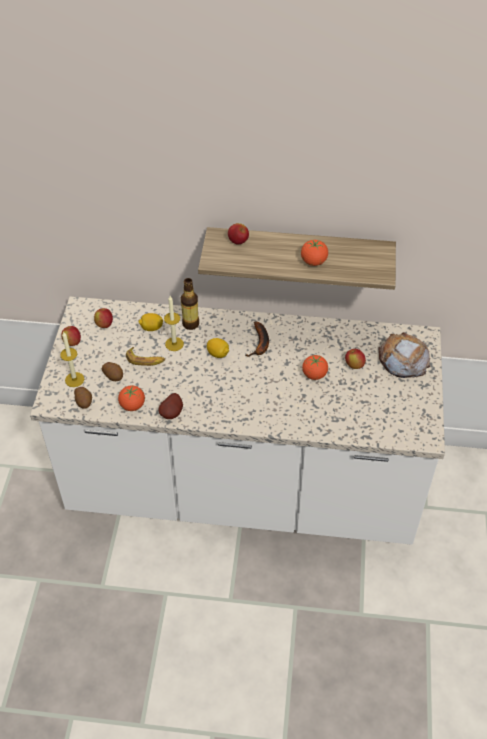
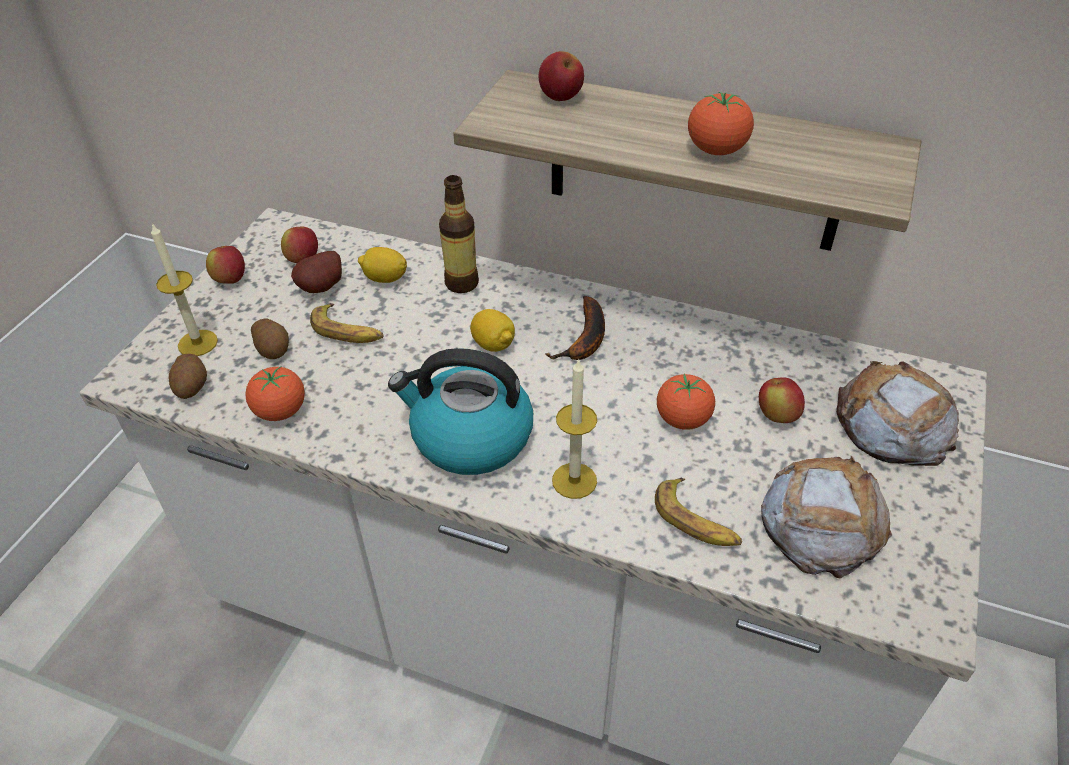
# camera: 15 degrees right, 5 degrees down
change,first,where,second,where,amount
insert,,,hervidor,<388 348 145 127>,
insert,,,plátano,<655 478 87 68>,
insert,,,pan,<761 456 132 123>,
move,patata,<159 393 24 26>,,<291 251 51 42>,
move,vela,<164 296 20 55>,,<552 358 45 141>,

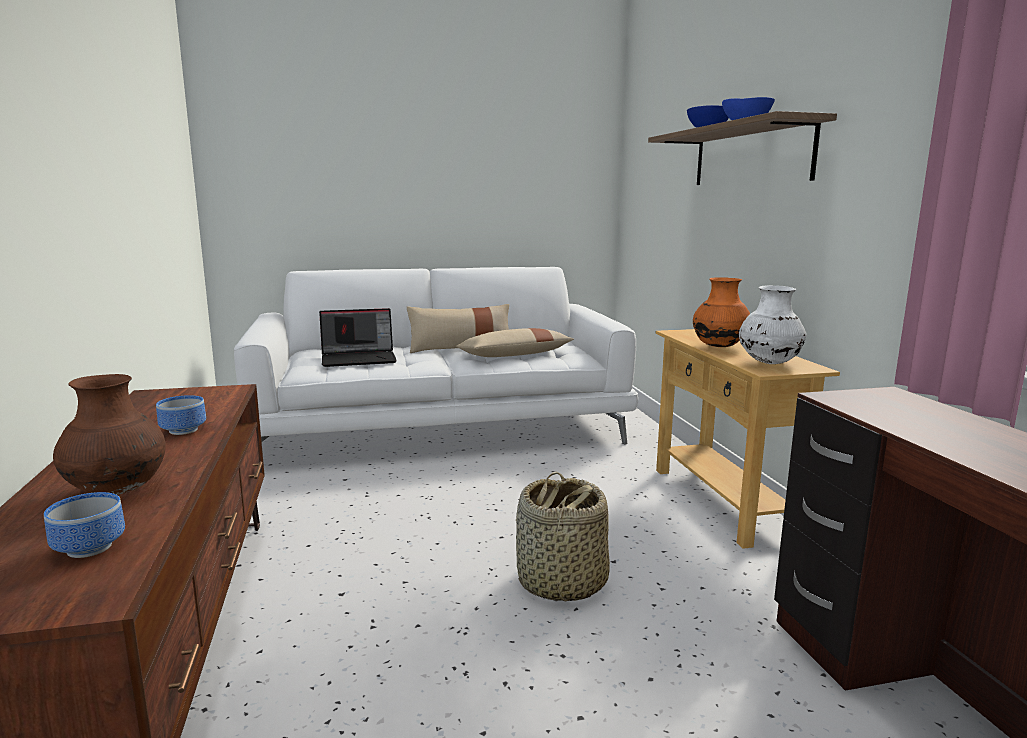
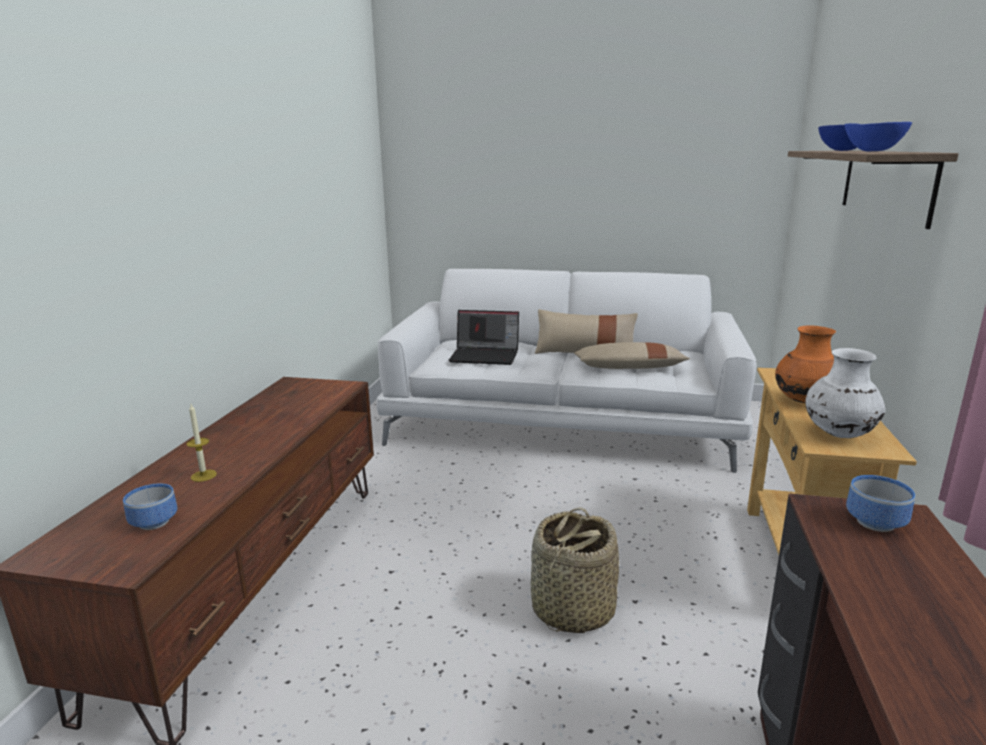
# camera: 25 degrees right, 5 degrees up
change,first,where,second,where,amount
move,cuenco,<156 395 50 40>,,<846 475 69 57>,
replace,florero [marrón],<53 374 113 121>,vela,<186 404 31 78>,

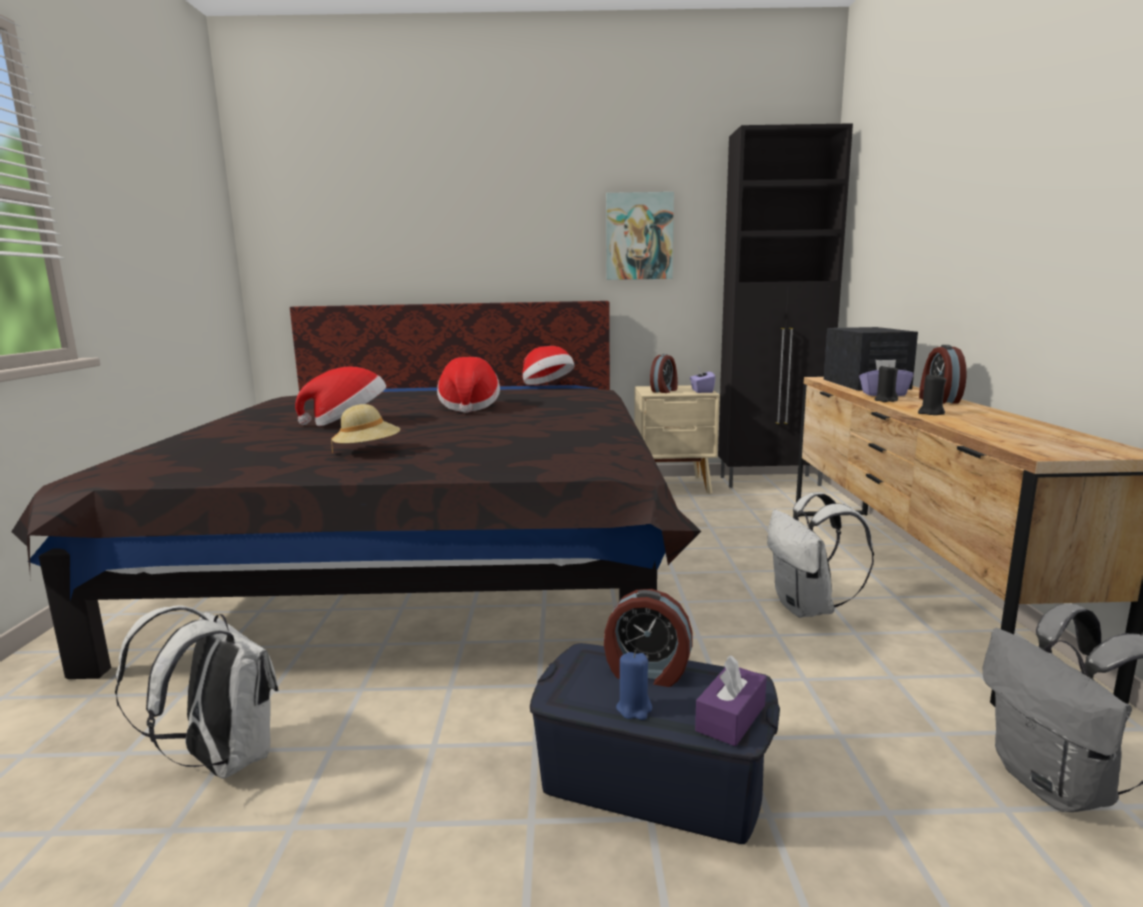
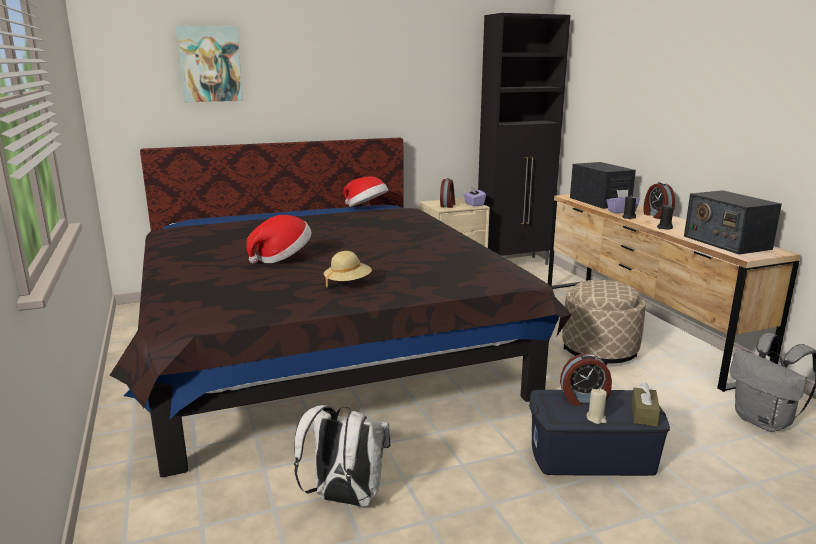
# camera: 20 degrees left, 5 degrees up
change,first,where,second,where,amount
delete,sombrero,<437 357 63 56>,,,
insert,,,radio,<684 190 98 65>,
move,cuadro,<606 192 68 88>,,<176 25 67 77>,
replace,mochila [blanco],<767 492 107 126>,puf [beis],<562 280 84 85>,
recolor,vela [azul],<616 652 36 68>,vela [beis],<587 388 20 36>,
recolor,caja de pañuelos [morado],<695 655 72 91>,caja de pañuelos [marrón],<632 382 28 44>,

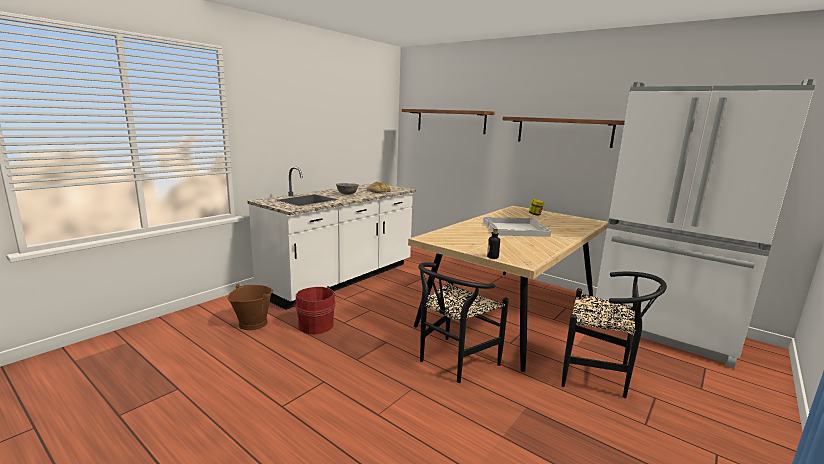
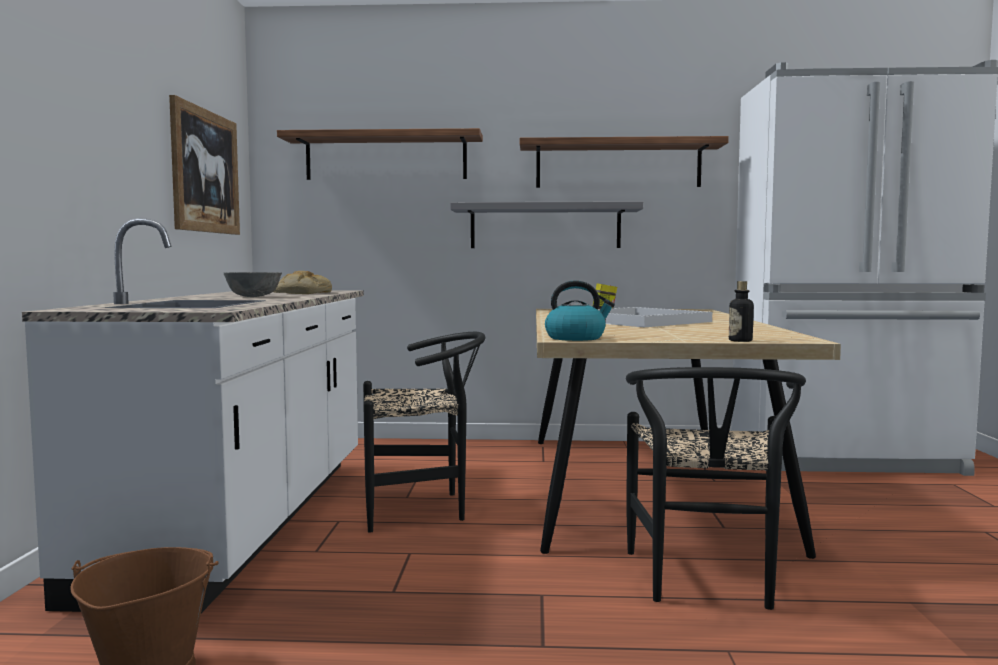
# camera: 35 degrees left, 10 degrees down
change,first,where,second,where,amount
delete,cubo [rojo],<292 286 43 49>,,,
insert,,,cuadro,<169 95 71 140>,
insert,,,estante [gris],<450 201 193 47>,
insert,,,hervidor,<545 281 70 60>,
move,silla [negro],<561 272 106 126>,,<363 332 122 201>,

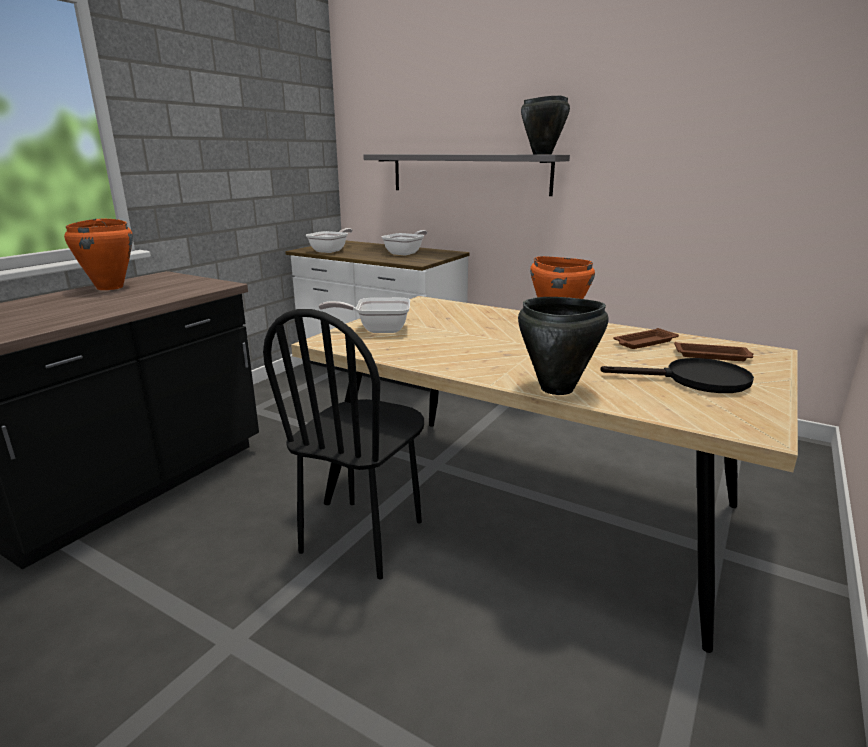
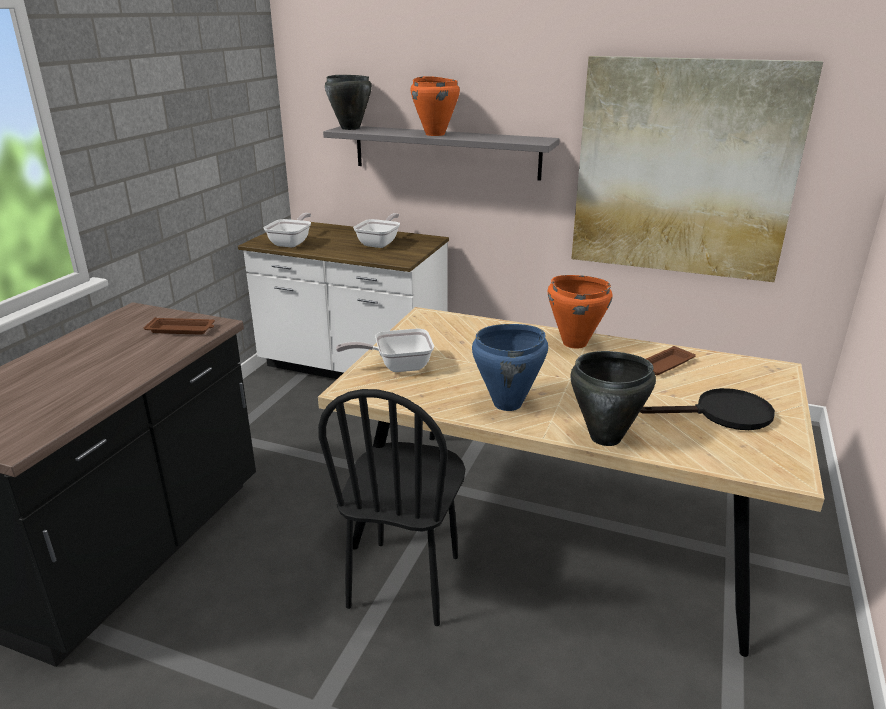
# camera: 10 degrees left, 5 degrees up
change,first,where,second,where,amount
insert,,,olla [azul],<472 324 76 87>,
insert,,,cuadro,<571 56 252 226>,
move,olla [naranja],<64 219 69 71>,,<411 76 49 60>,
move,olla [negro],<521 96 49 58>,,<325 75 47 55>,
move,bandeja [marrón],<674 342 80 19>,,<144 317 71 17>,

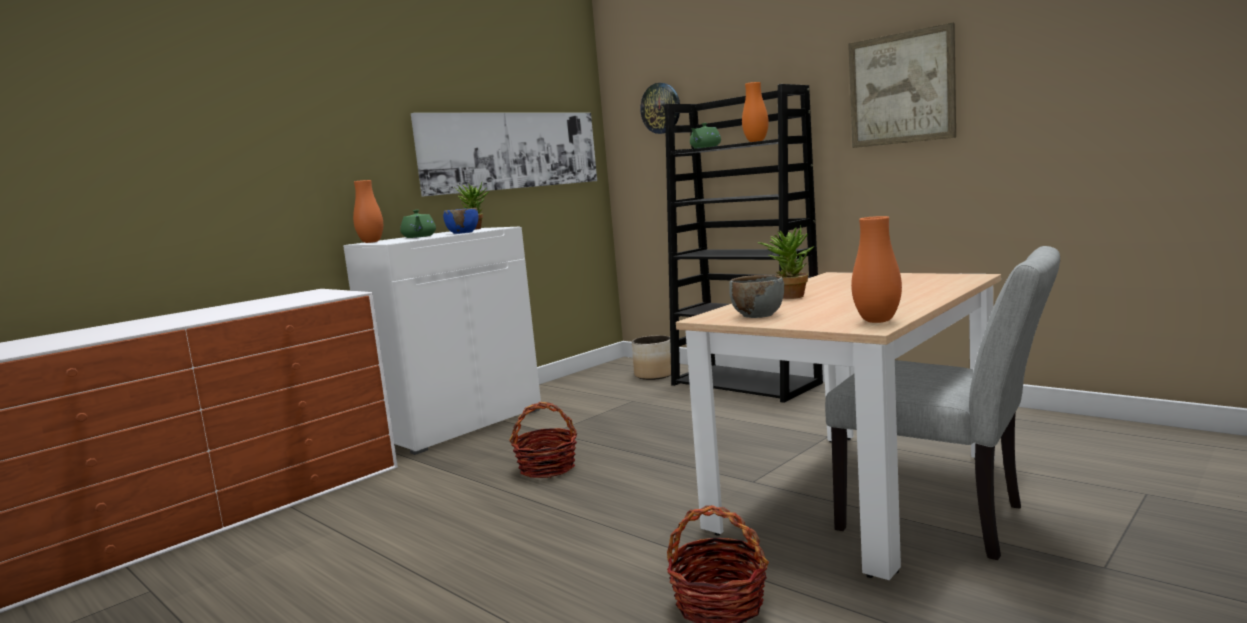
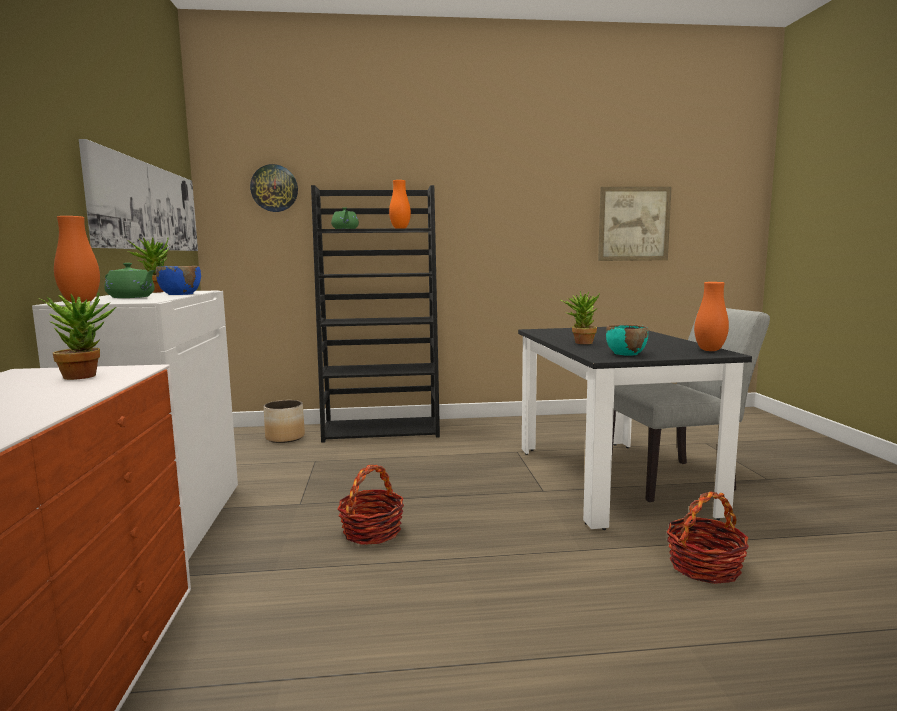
# camera: 50 degrees left, 0 degrees up
change,first,where,second,where,amount
insert,,,planta en maceta,<38 292 78 88>,
move,cuadro,<848 23 108 125>,,<598 187 74 74>,
recolor,mesa de comedor [beis],<676 272 325 308>,mesa de comedor [negro],<518 327 234 203>,
recolor,cuenco [gris],<729 275 55 43>,cuenco [turquesa],<606 324 42 32>,

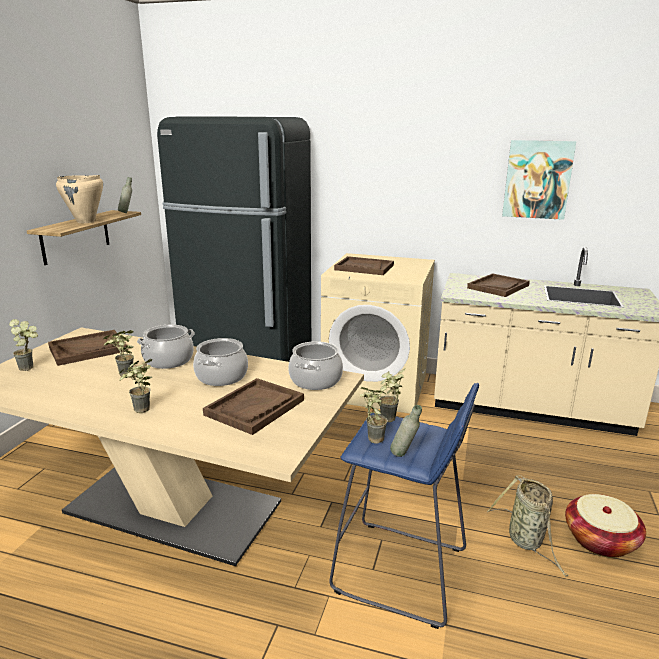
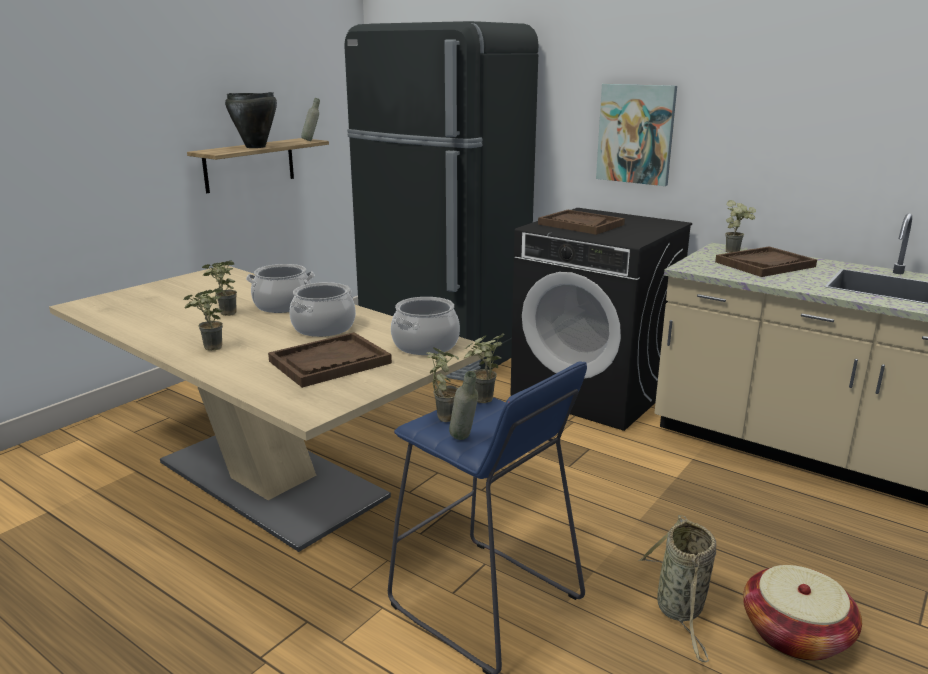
# camera: 20 degrees right, 0 degrees up
change,first,where,second,where,amount
delete,bandeja [marrón],<48 330 80 36>,,,
move,planta en maceta,<9 319 29 52>,,<725 200 31 53>,
move,cuadro,<502 140 74 80>,,<596 84 81 102>,
recolor,olla [beis],<56 175 47 48>,olla [negro],<225 92 52 56>,
recolor,lavadora [beis],<321 253 114 161>,lavadora [negro],<510 208 182 223>,

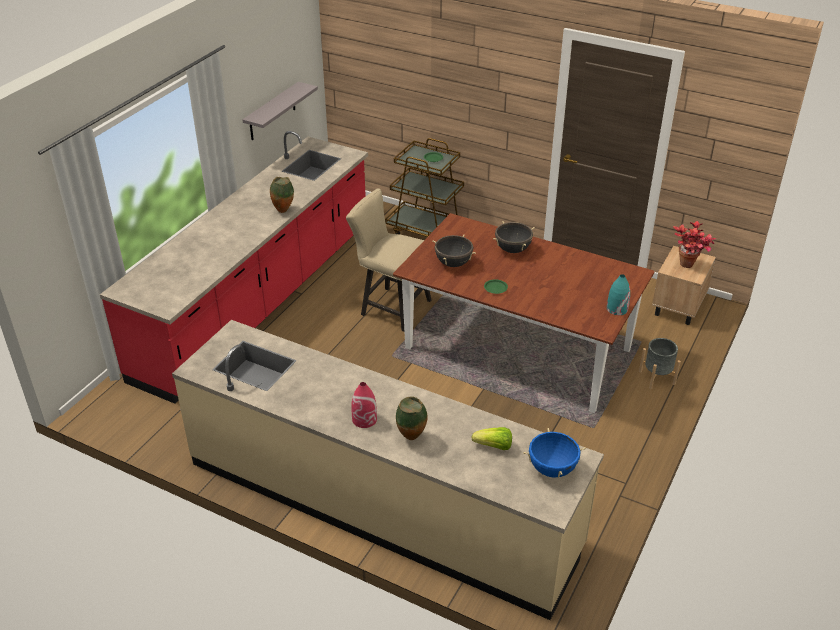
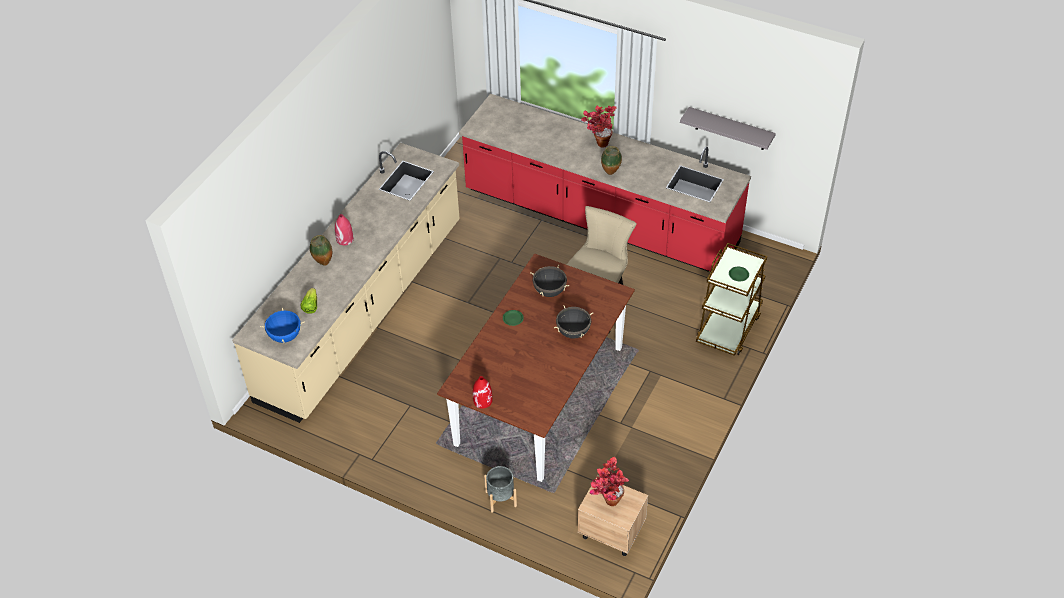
# camera: 90 degrees right, 10 degrees up
change,first,where,second,where,amount
insert,,,planta en maceta,<581 106 36 42>,
recolor,florero [turquesa],<607 274 23 41>,florero [rojo],<473 376 19 32>,

